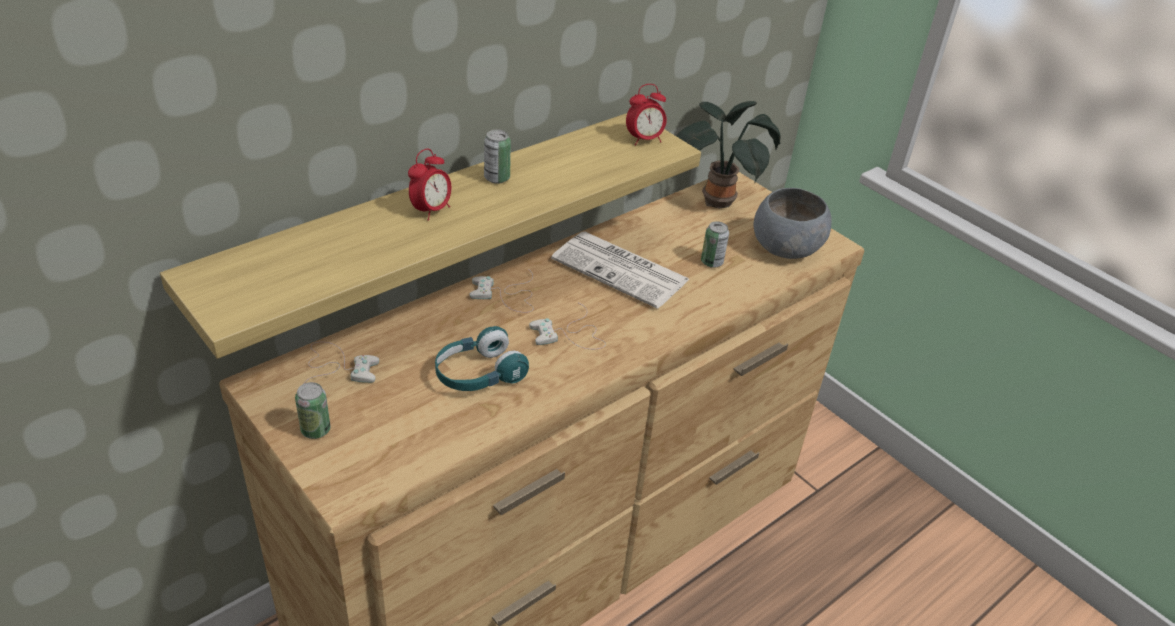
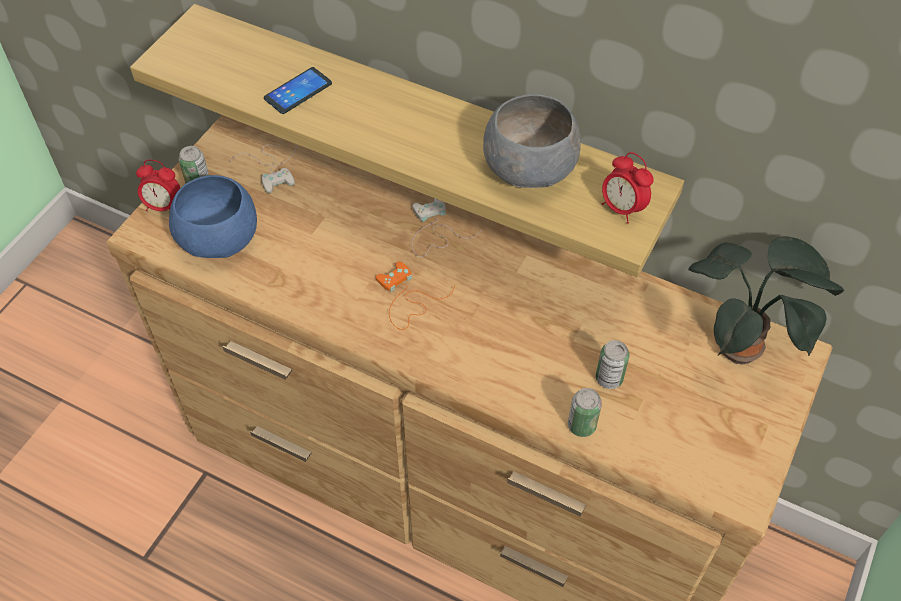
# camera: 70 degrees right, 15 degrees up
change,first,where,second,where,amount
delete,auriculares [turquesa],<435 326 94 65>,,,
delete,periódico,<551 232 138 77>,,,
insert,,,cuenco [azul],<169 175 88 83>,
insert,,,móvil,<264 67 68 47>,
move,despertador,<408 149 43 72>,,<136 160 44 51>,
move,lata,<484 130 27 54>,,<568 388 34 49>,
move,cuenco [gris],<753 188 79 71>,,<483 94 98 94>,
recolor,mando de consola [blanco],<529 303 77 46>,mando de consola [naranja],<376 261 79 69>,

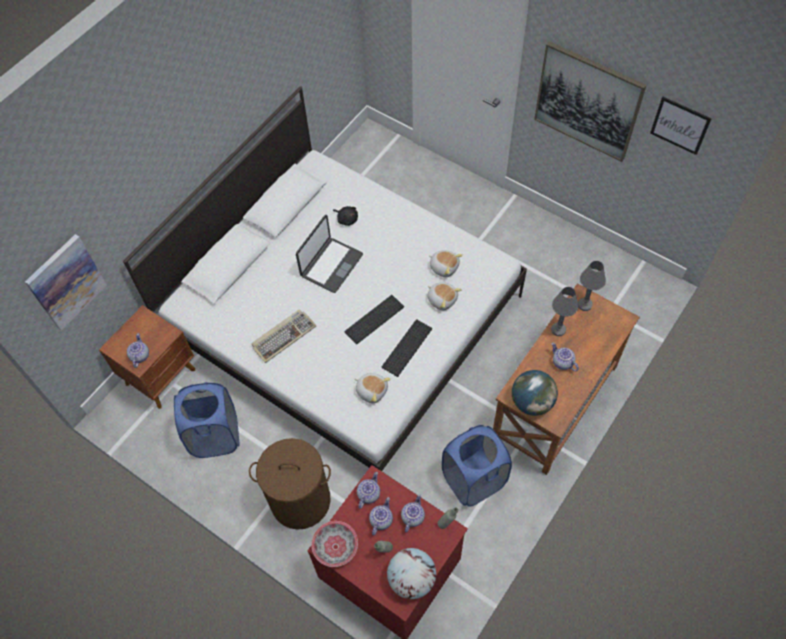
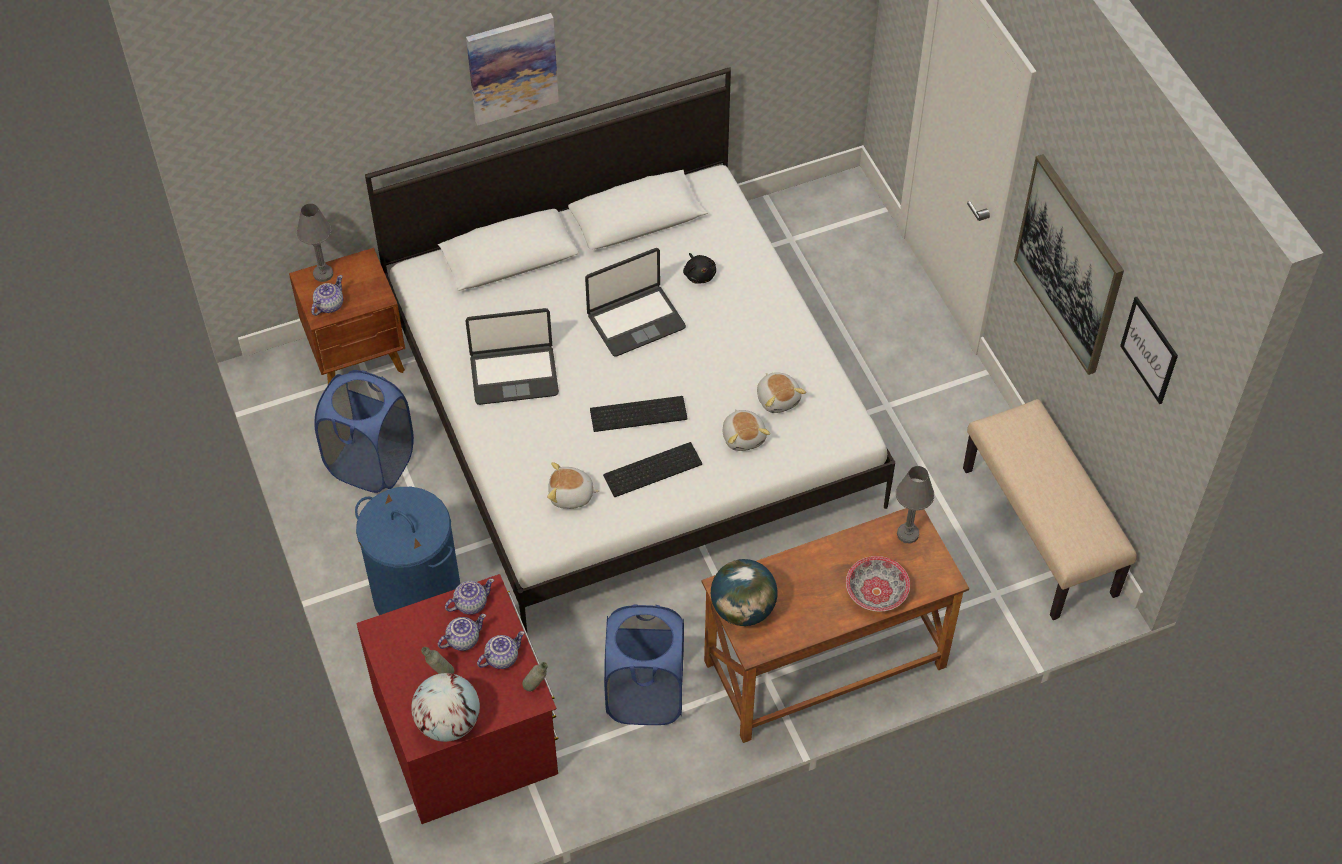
# camera: 30 degrees right, 5 degrees down
change,first,where,second,where,amount
delete,tetera,<551 343 28 28>,,,
insert,,,banco [beis],<963 399 174 221>,
move,cuadro,<25 234 82 97>,,<466 13 93 112>,
move,cuenco,<311 521 47 46>,,<846 556 64 56>,
move,lámpara de mesa [gris],<551 287 27 49>,,<297 203 36 79>,
replace,teclado,<251 309 65 54>,portátil,<465 308 94 97>,
recolor,cesto de la ropa [marrón],<249 438 82 92>,cesto de la ropa [azul],<355 487 105 128>,
rotate,peluche,<355 373 36 30>,,<547 462 53 47>,120 degrees clockwise

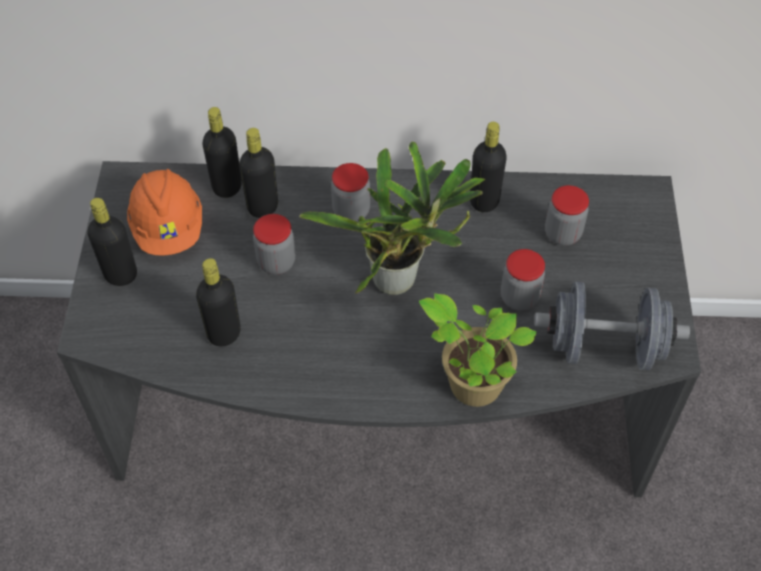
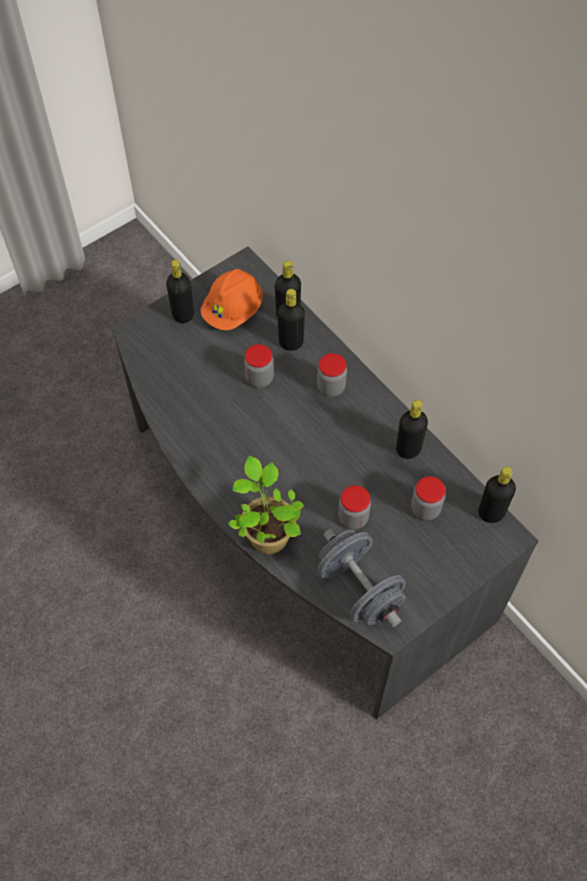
# camera: 50 degrees right, 5 degrees up
change,first,where,second,where,amount
delete,planta en maceta,<299 141 186 154>,,,
move,botella [negro],<196 258 45 88>,,<478 467 38 56>,

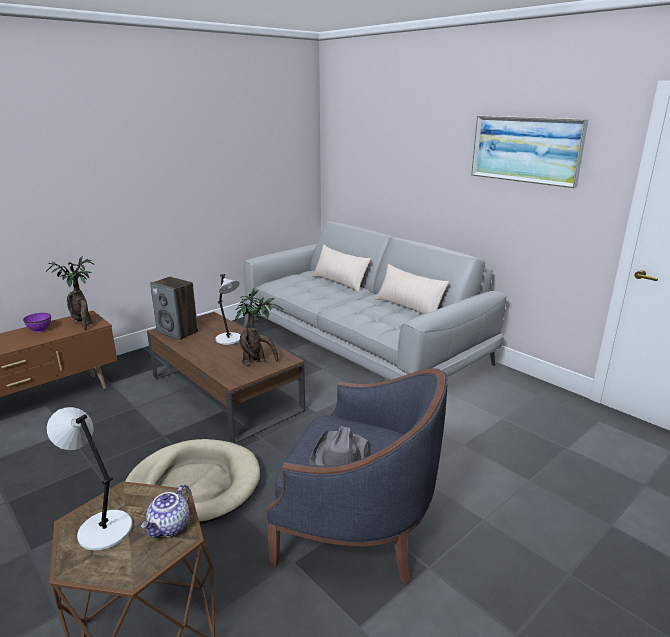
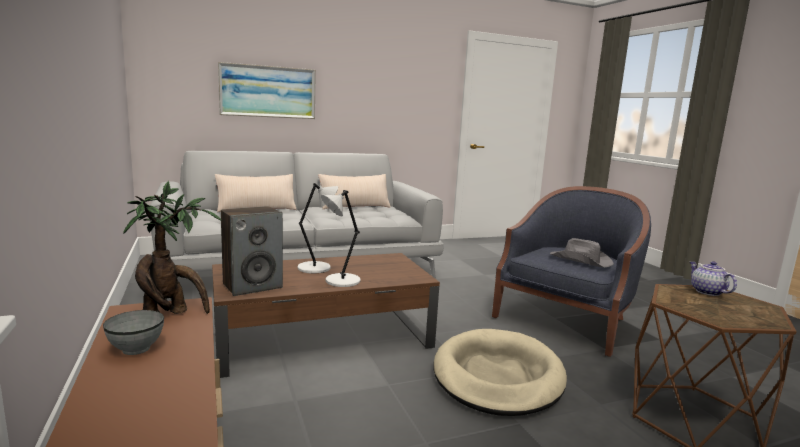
# camera: 70 degrees left, 10 degrees down
change,first,where,second,where,amount
delete,planta en maceta,<234 288 50 77>,,,
move,lámpara de mesa [gris],<47 407 85 144>,,<321 190 40 97>,
move,cuadro,<471 116 118 72>,,<218 62 98 57>,
recolor,cuenco [morado],<23 313 28 20>,cuenco [gris],<103 310 61 45>,
rotate,tetera,<141 484 49 54>,,<690 261 47 35>,150 degrees counterclockwise

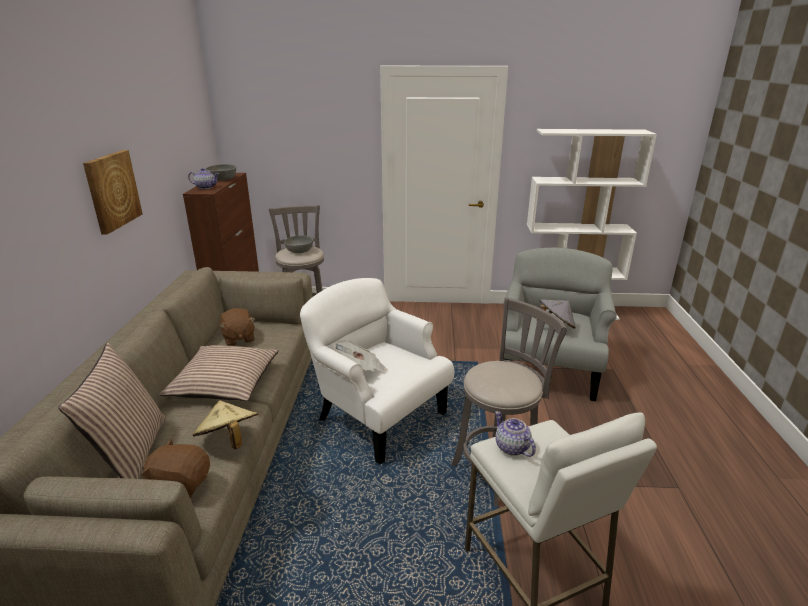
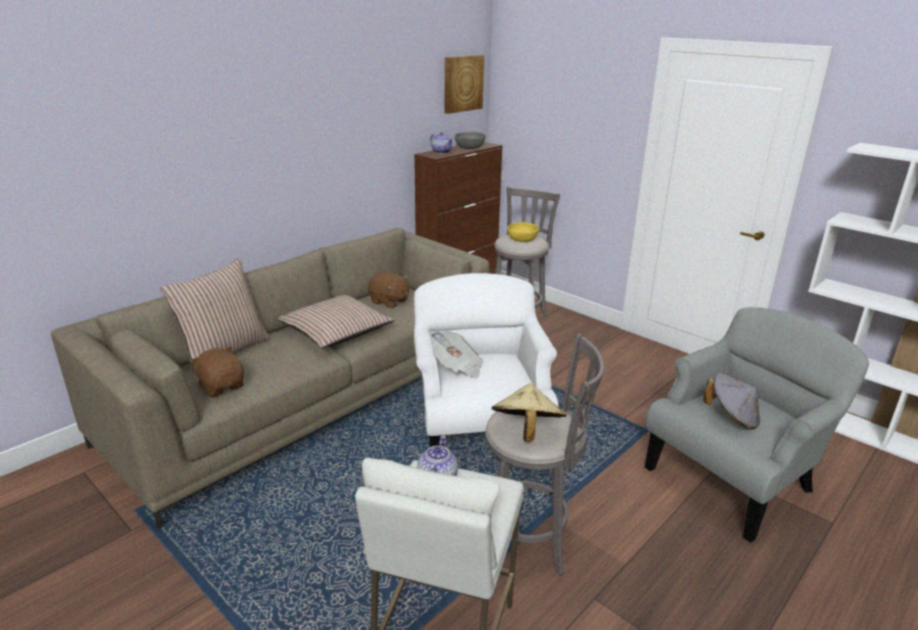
# camera: 40 degrees right, 0 degrees up
change,first,where,second,where,amount
move,cuadro,<83 150 60 85>,,<444 55 40 59>,
move,sombrero [beis],<193 400 65 49>,,<492 383 75 59>,
recolor,cuenco [gris],<284 236 29 17>,cuenco [amarillo],<507 222 32 20>,
rotate,peluche [marrón],<219 308 36 38>,,<368 272 41 36>,75 degrees counterclockwise

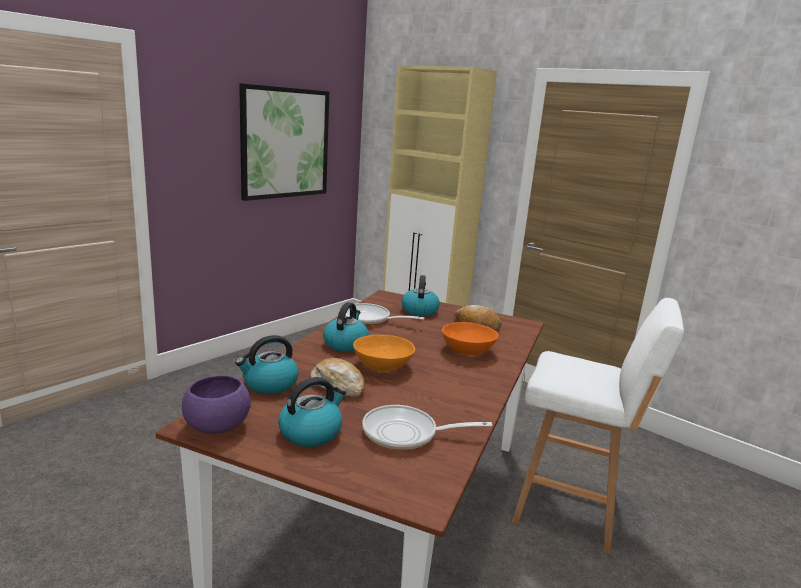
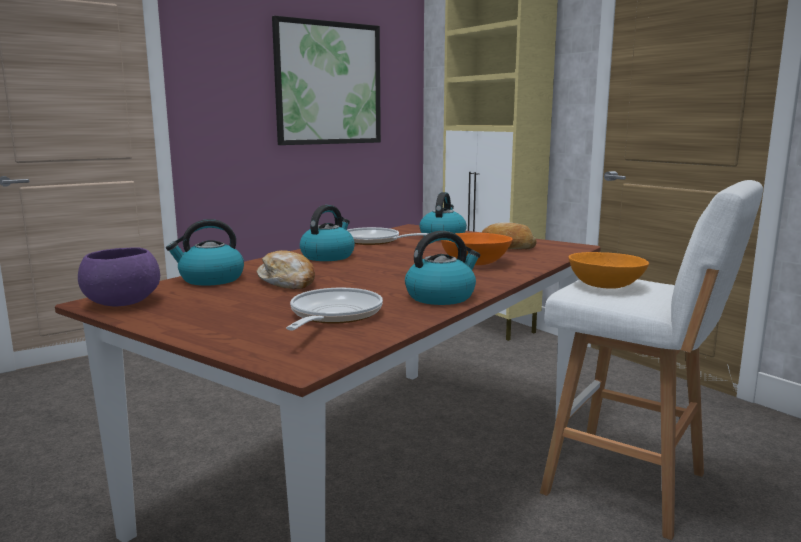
# camera: 15 degrees right, 5 degrees down
change,first,where,second,where,amount
move,hervidor,<278 377 68 70>,,<405 231 75 74>,
move,cuenco [naranja],<353 335 62 36>,,<568 252 81 37>,
rotate,sartén,<362 405 130 45>,,<286 288 97 43>,90 degrees clockwise

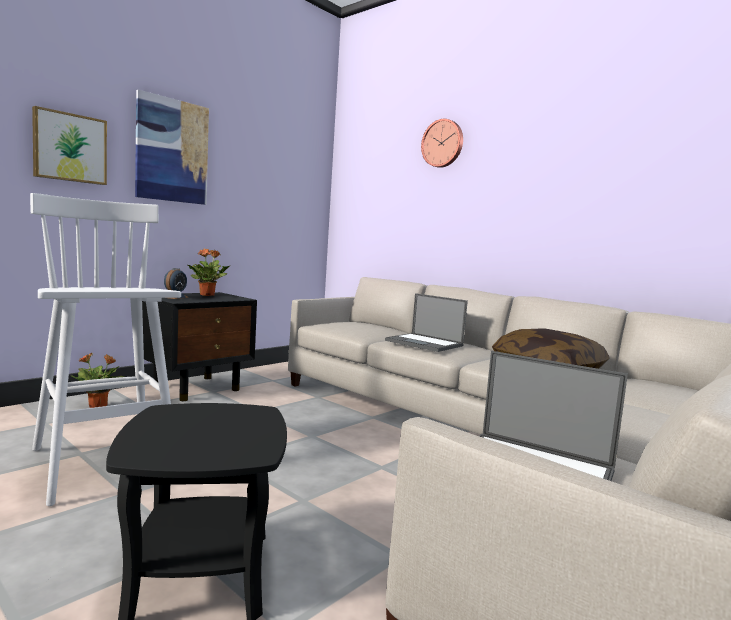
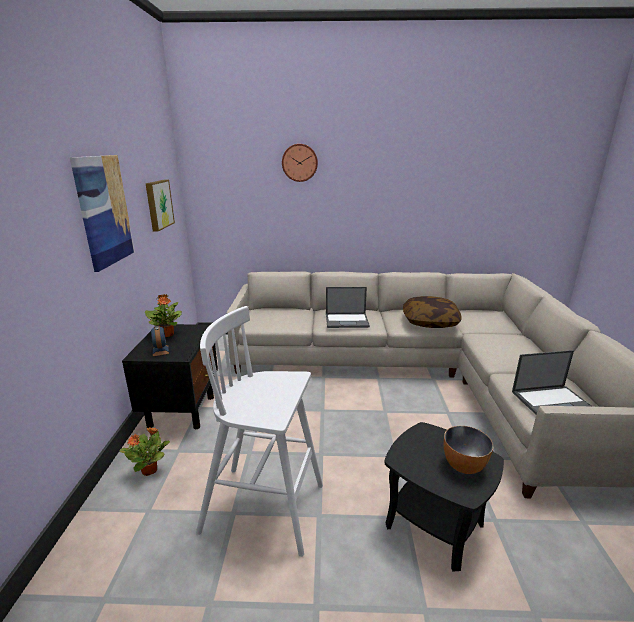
# camera: 40 degrees left, 15 degrees up
change,first,where,second,where,amount
insert,,,cuenco,<444 426 49 48>,
move,cuadro,<32 106 75 79>,,<146 180 29 52>,

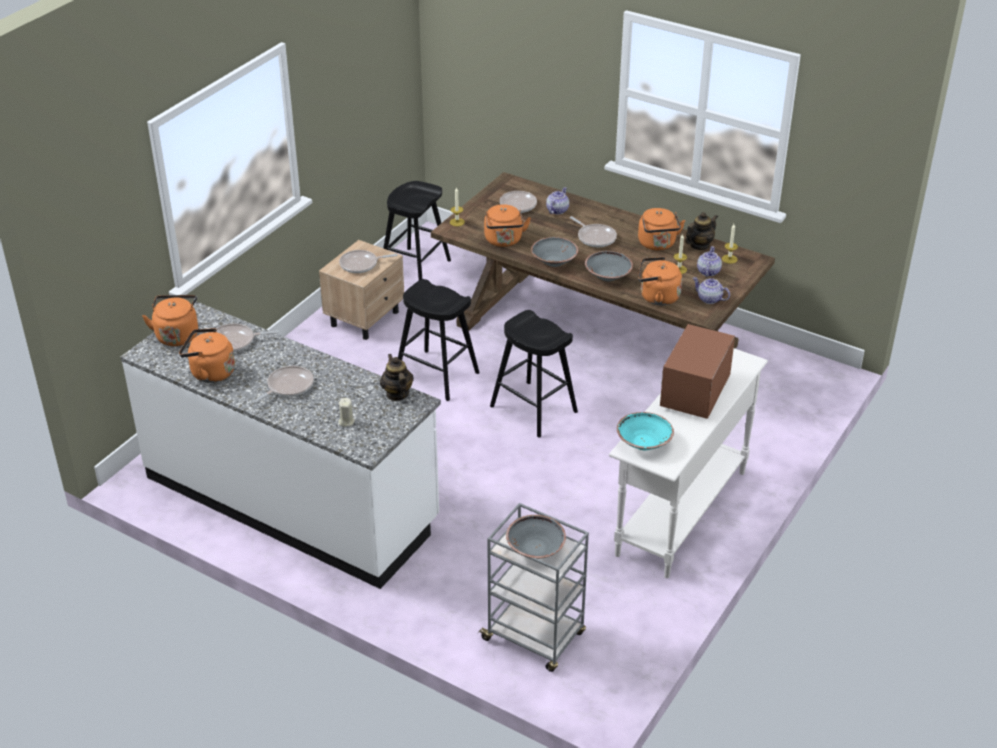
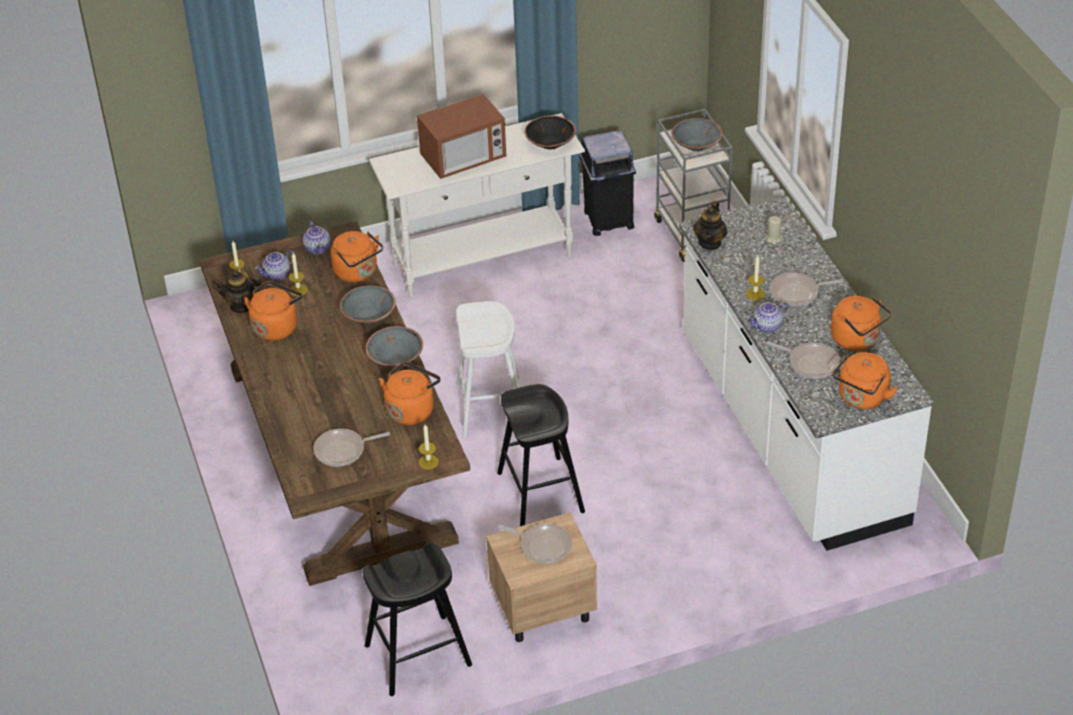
# camera: 140 degrees left, 5 degrees up
change,first,where,second,where,amount
delete,sartén,<570 216 47 31>,,,
insert,,,papelera [negro],<579 130 57 106>,
insert,,,vela,<746 256 19 45>,
move,tetera,<546 187 23 27>,,<747 302 43 31>,
recolor,taburete [negro],<490 310 88 128>,taburete [blanco],<456 301 63 136>,
recolor,cuenco [turquesa],<617 412 57 38>,cuenco [negro],<524 115 52 35>,

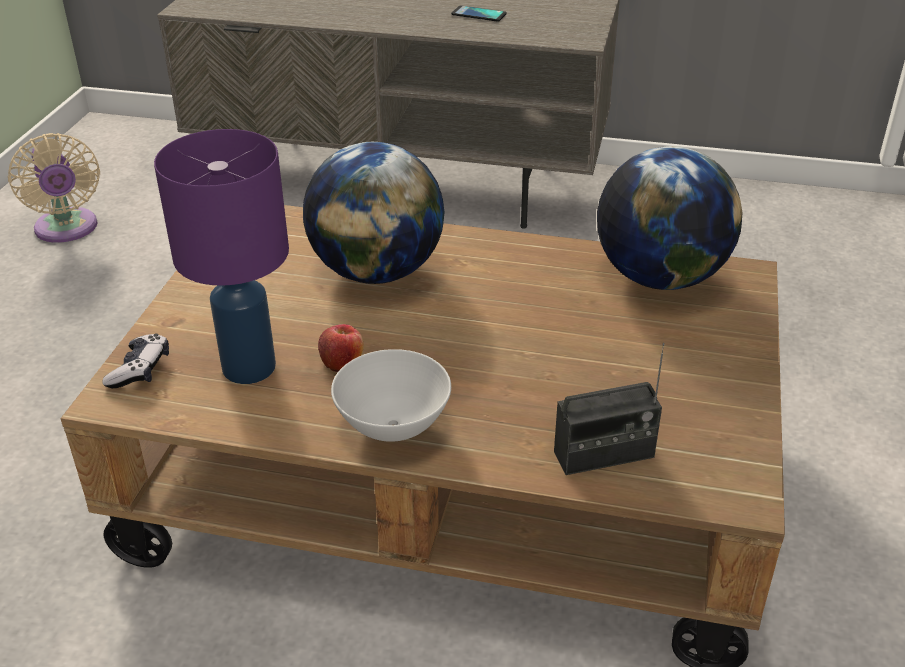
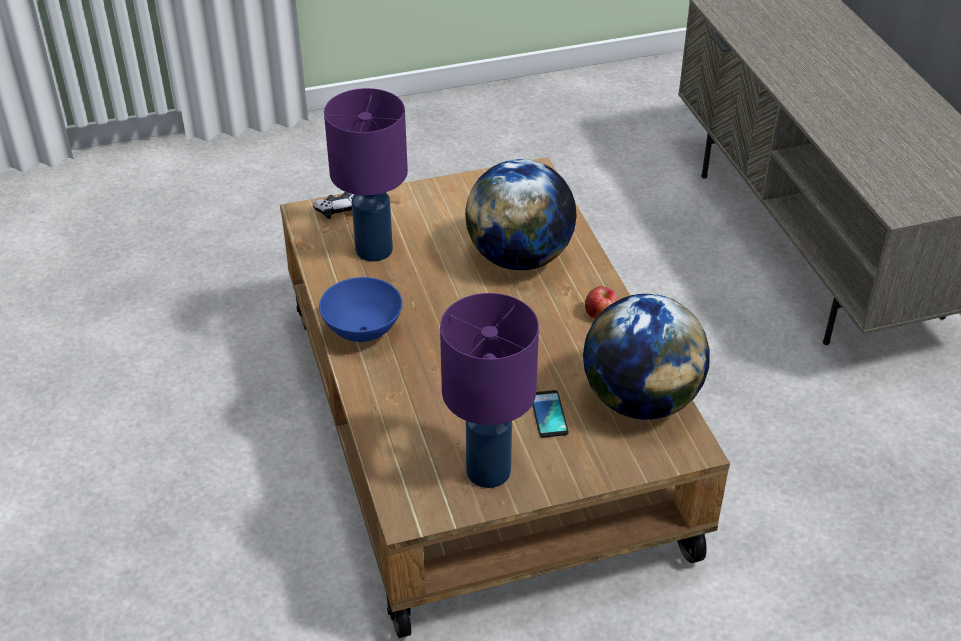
# camera: 60 degrees right, 5 degrees up
change,first,where,second,where,amount
delete,ventilador [beis],<8 133 92 110>,,,
delete,radio,<554 343 111 132>,,,
insert,,,lámpara de mesa [morado],<440 293 99 195>,
move,manzana,<318 324 46 48>,,<585 286 33 33>,
move,móvil,<451 5 56 17>,,<532 390 37 48>,
recolor,cuenco [blanco],<331 349 120 93>,cuenco [azul],<319 277 83 65>,

